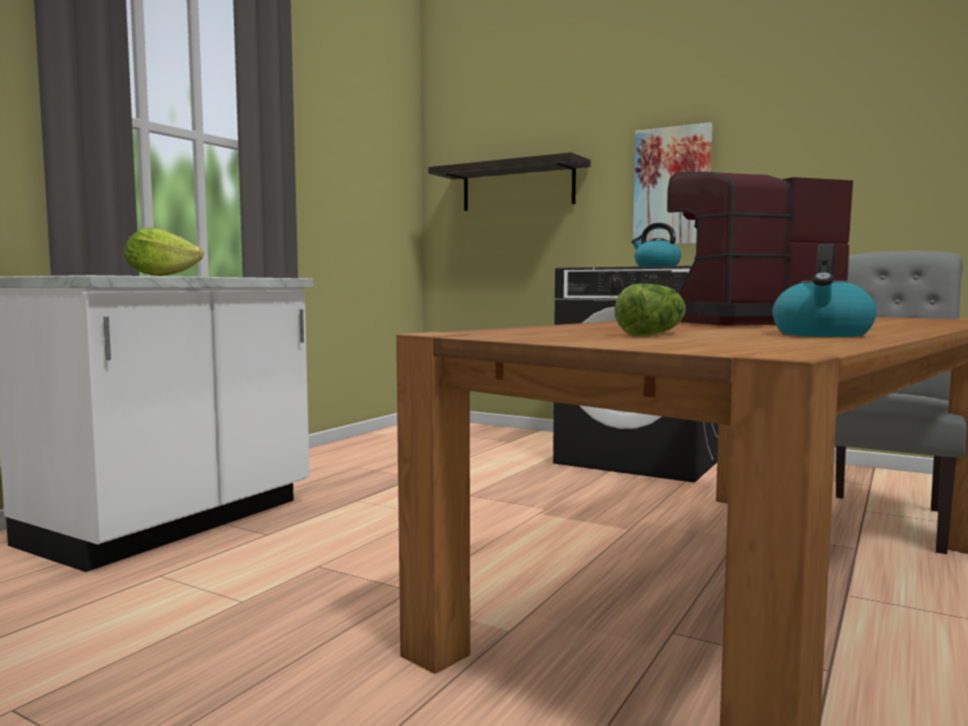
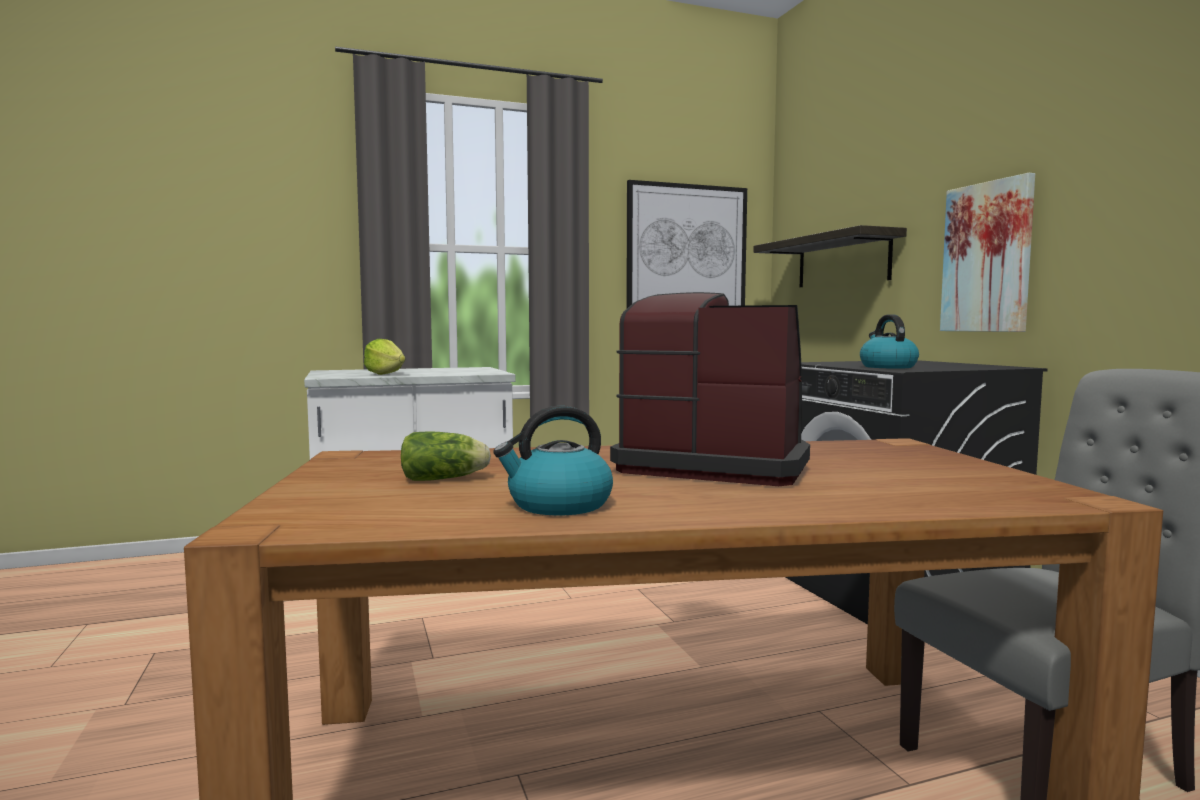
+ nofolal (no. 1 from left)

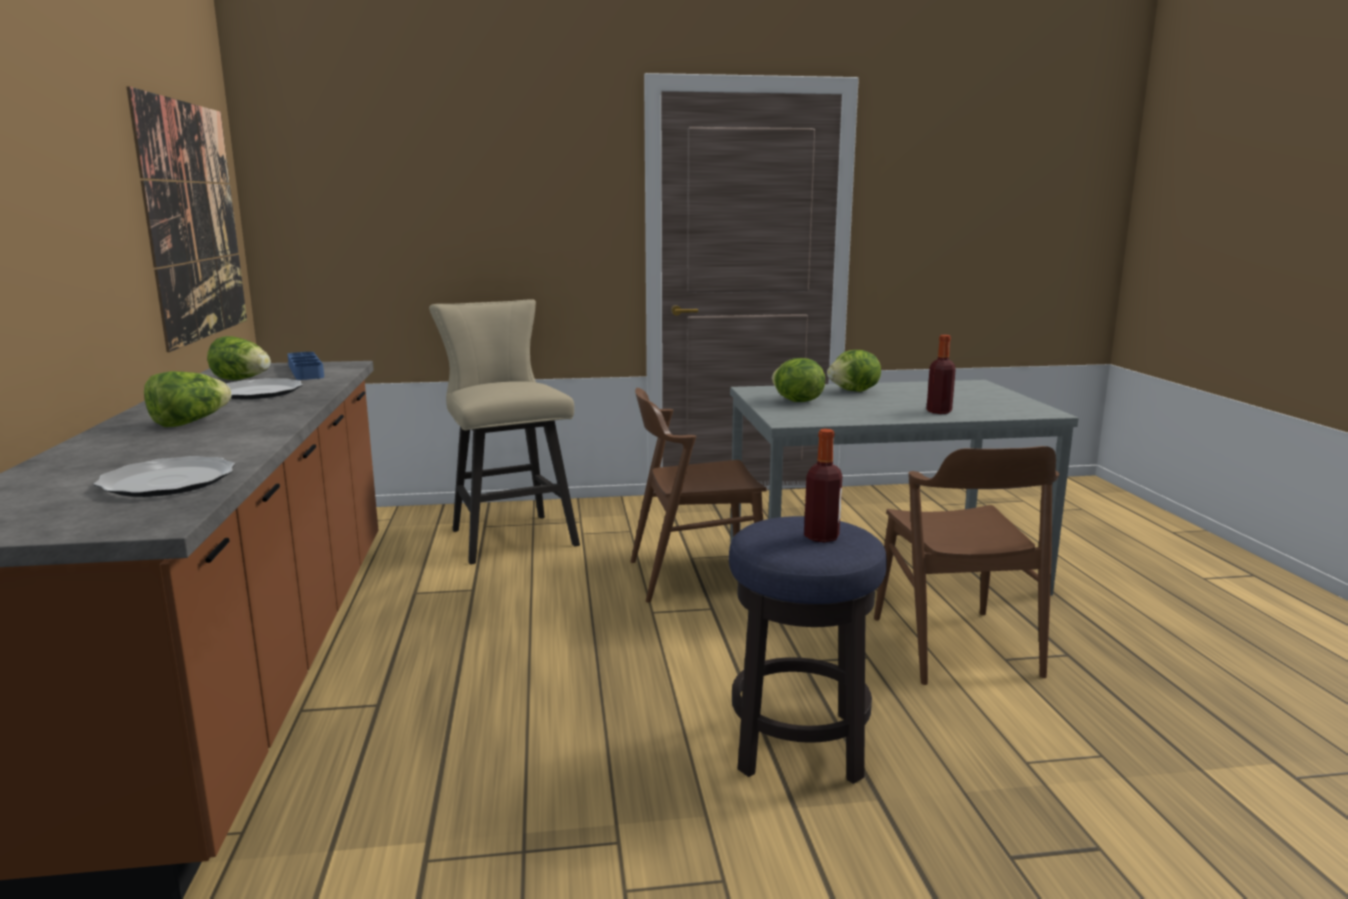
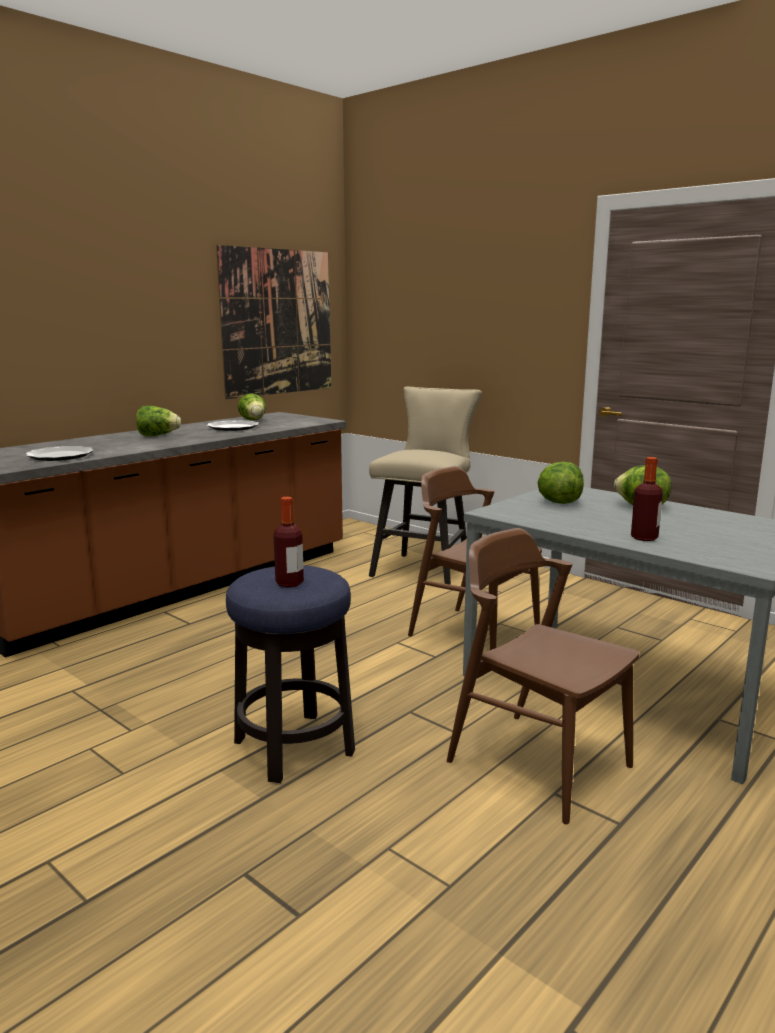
- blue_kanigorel
~ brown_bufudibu (no. 2 from left) 90 degrees clockwise

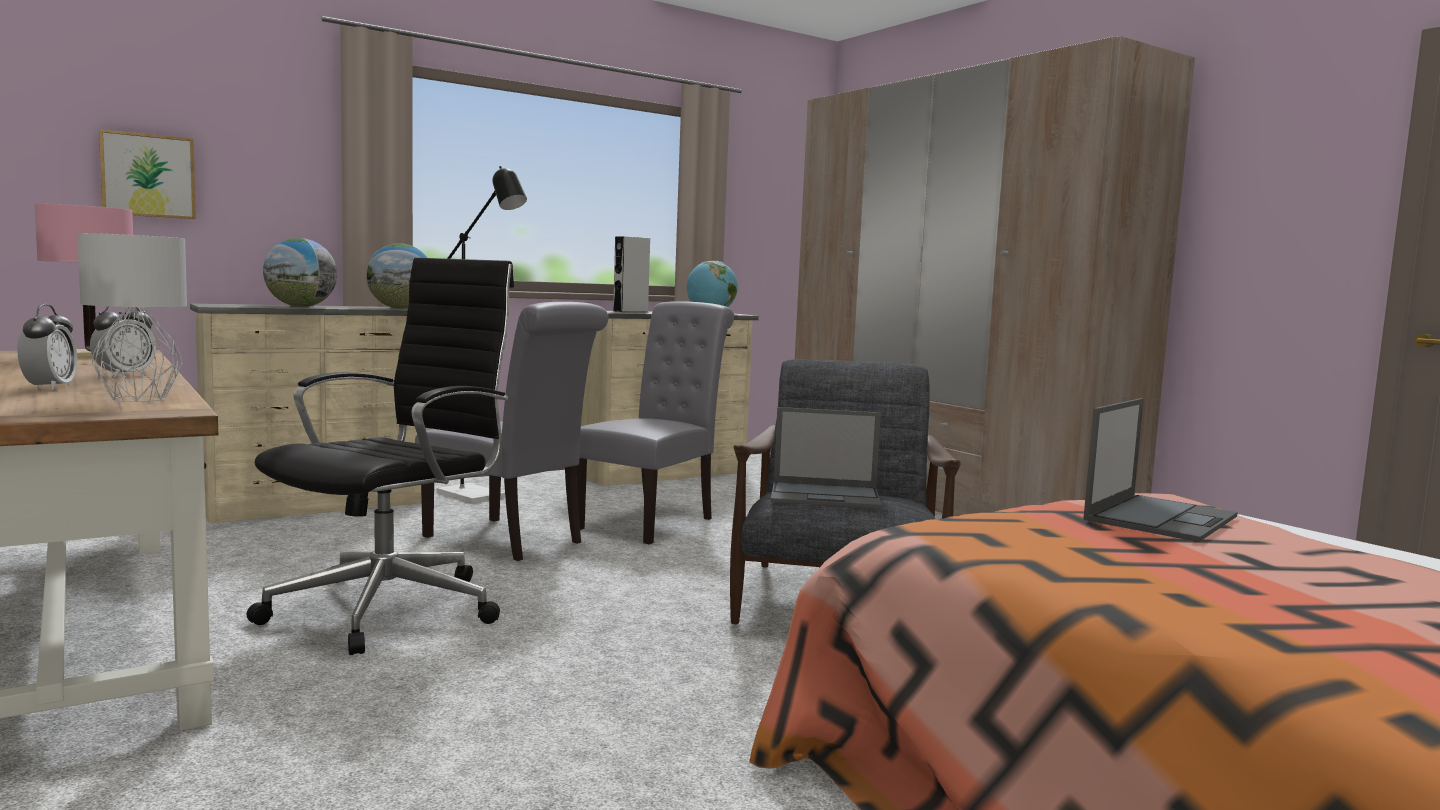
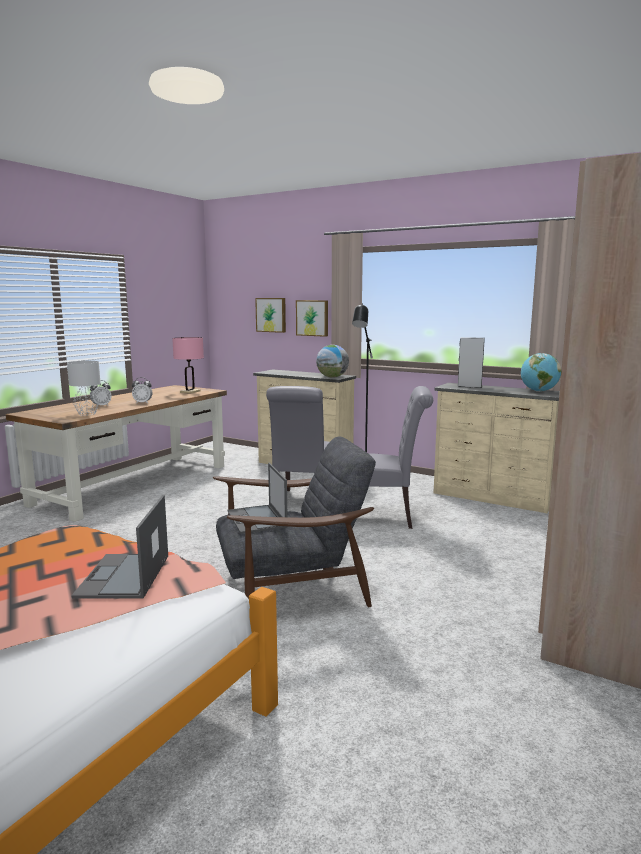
- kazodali (no. 1 from left)
- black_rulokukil
~ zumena (no. 2 from left in the first image) 75 degrees clockwise
+ nofolal (no. 2 from left)

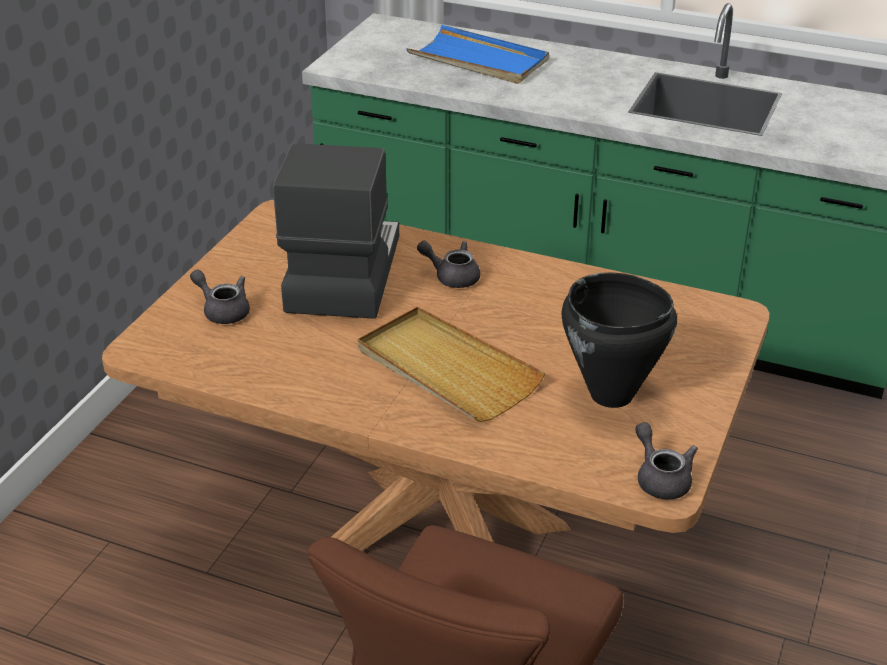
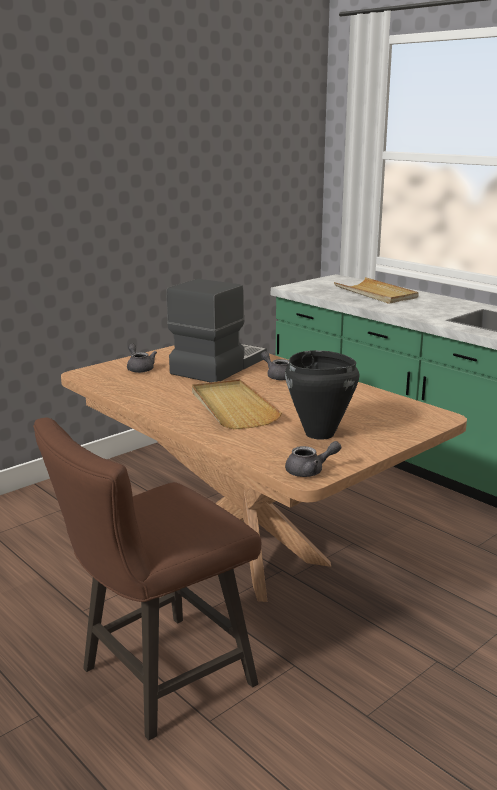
~ blue_kanigorel to beige_kanigorel (no. 2 from left)
~ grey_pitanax (no. 3 from left) 75 degrees clockwise

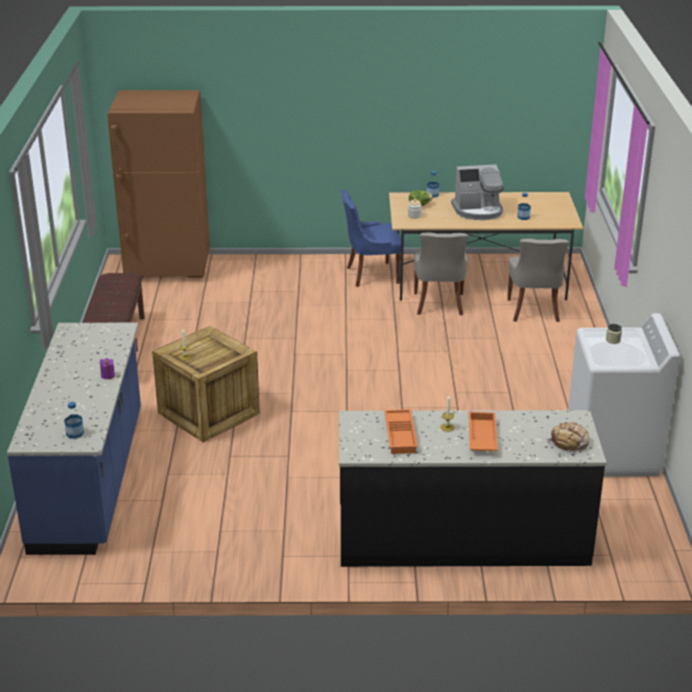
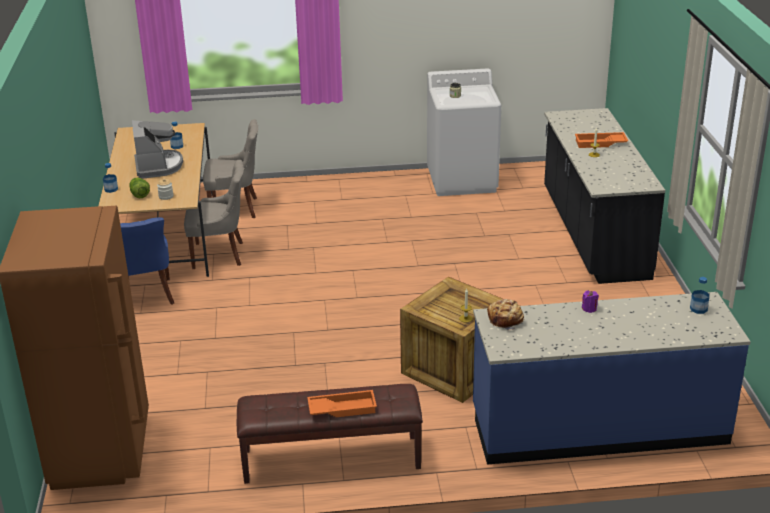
~ orange_kanigorel (no. 1 from left)
~ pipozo

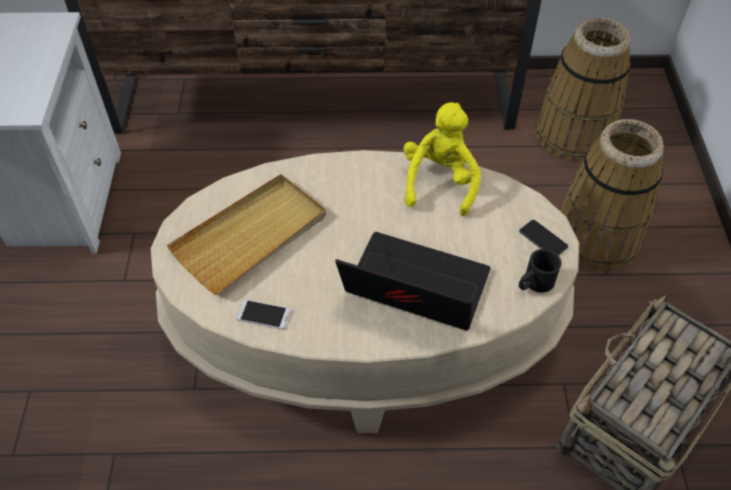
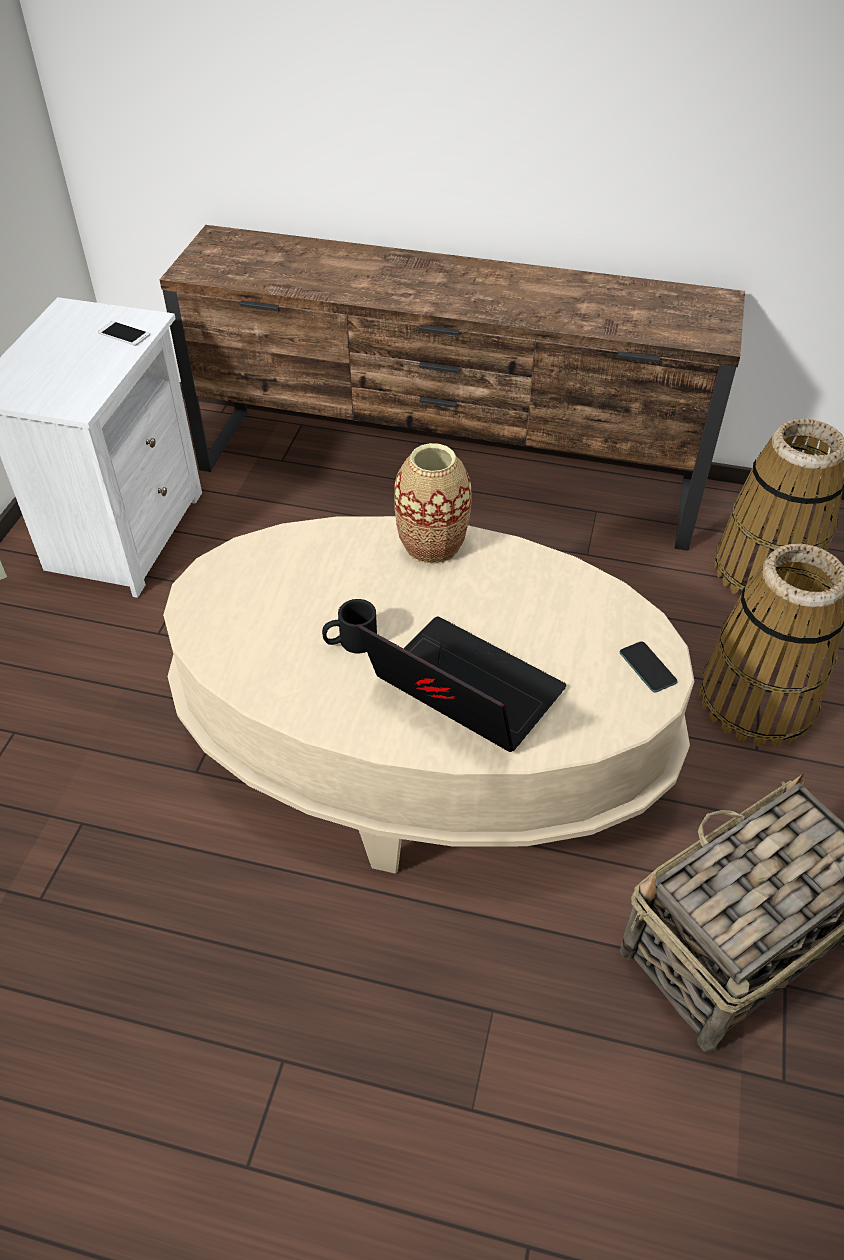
- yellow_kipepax
- beige_kanigorel
~ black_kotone
~ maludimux (no. 1 from left)
+ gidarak

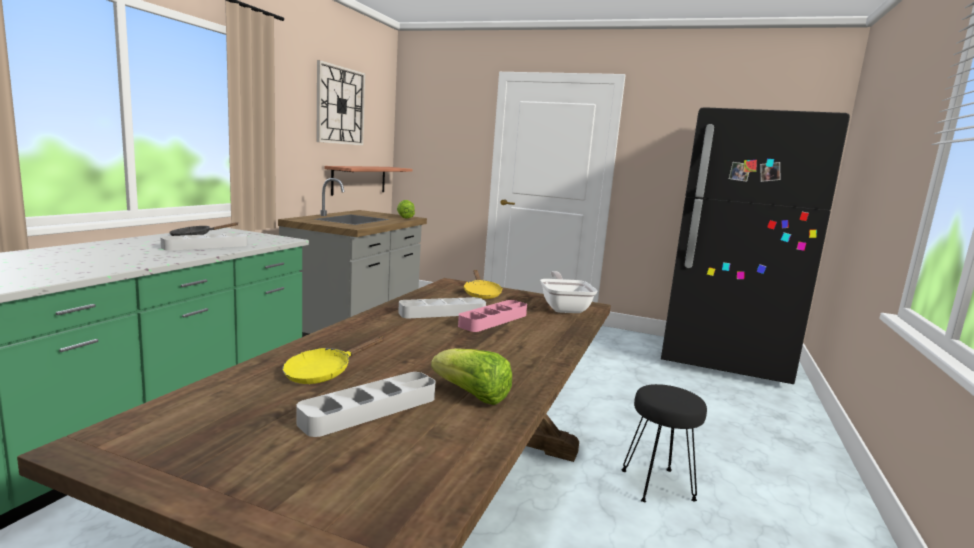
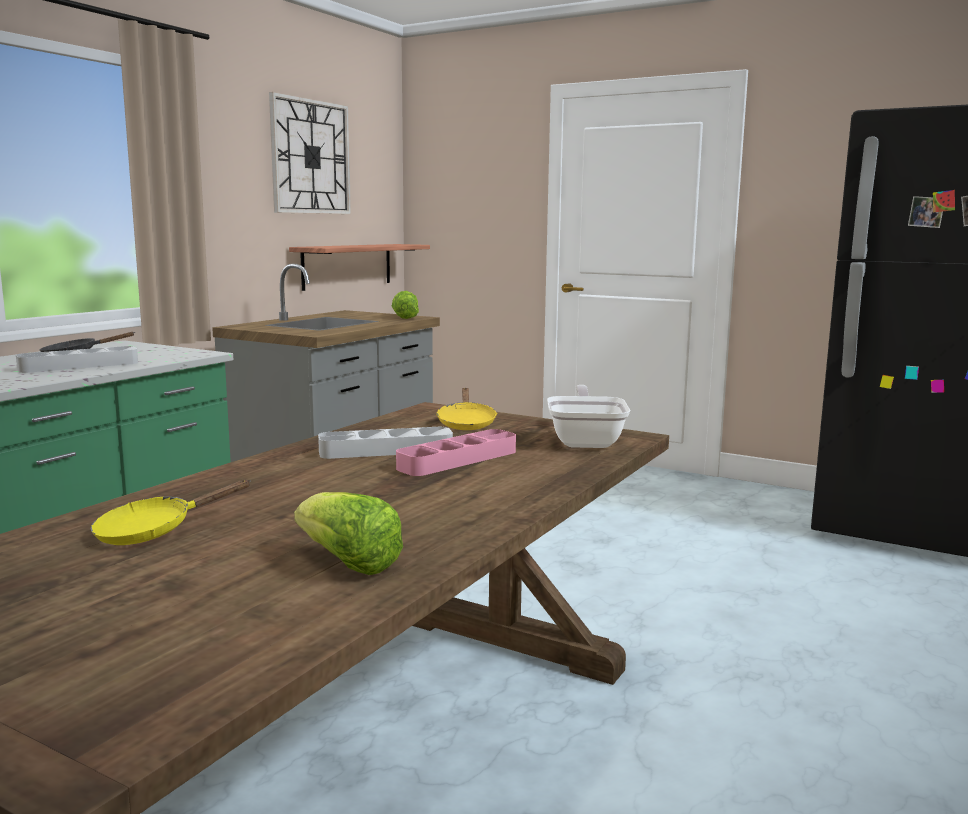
- grey_kanigorel (no. 2 from left)
- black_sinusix

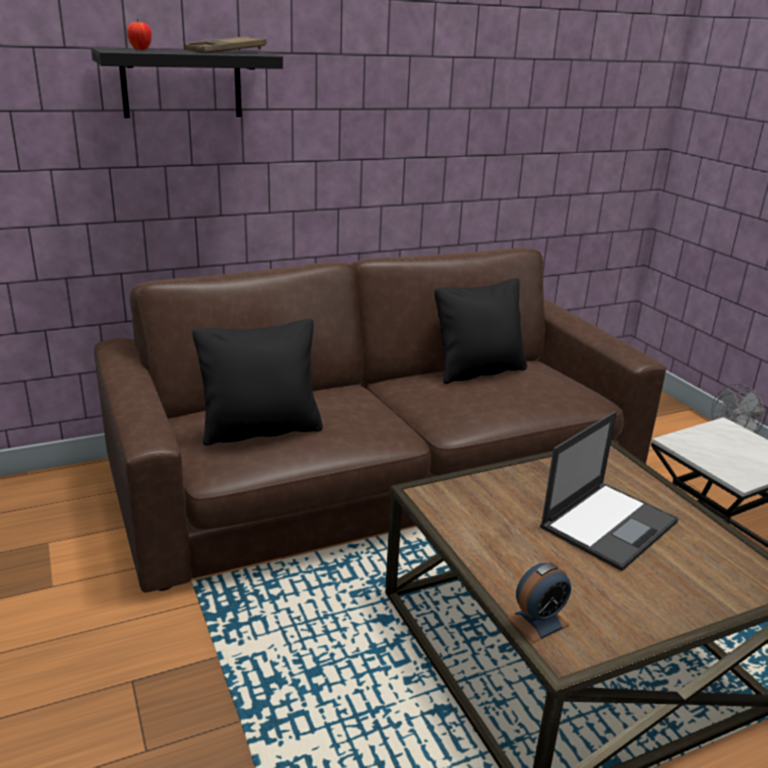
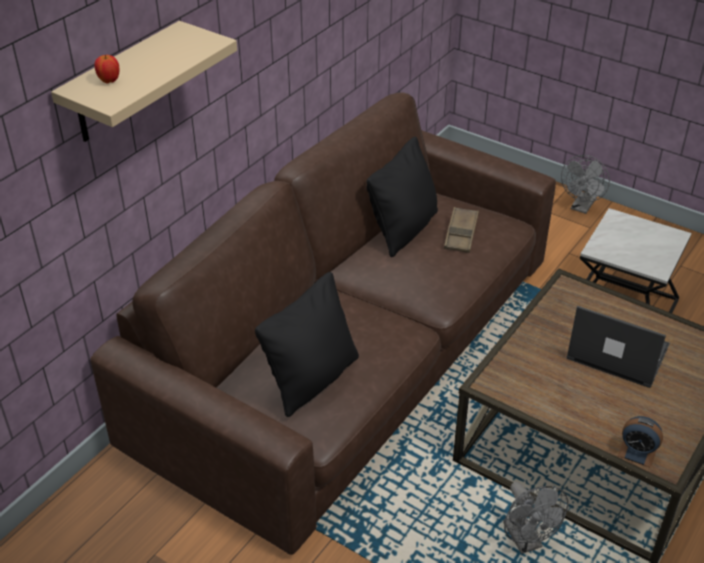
~ brown_kanigorel
~ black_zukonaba to beige_zukonaba
~ zumena 75 degrees counterclockwise
~ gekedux 90 degrees clockwise
+ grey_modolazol (no. 1 from left)

